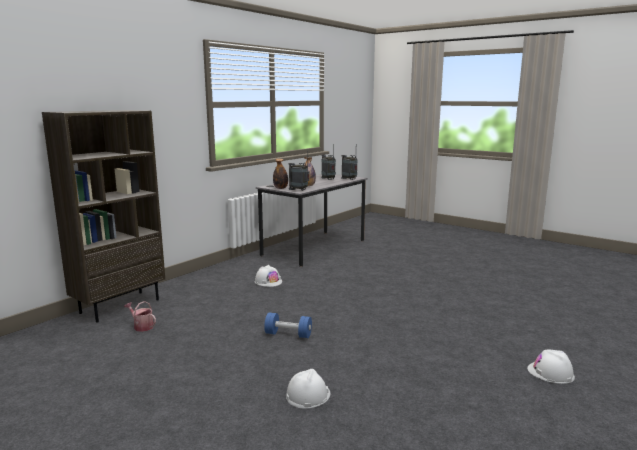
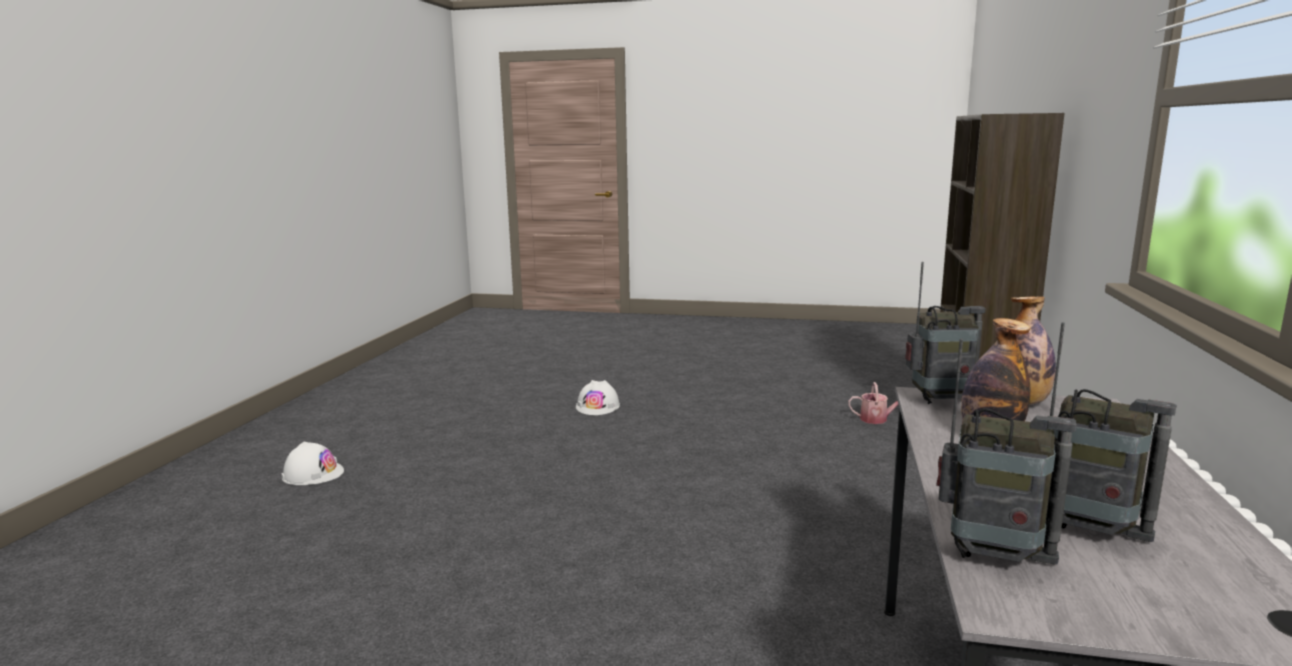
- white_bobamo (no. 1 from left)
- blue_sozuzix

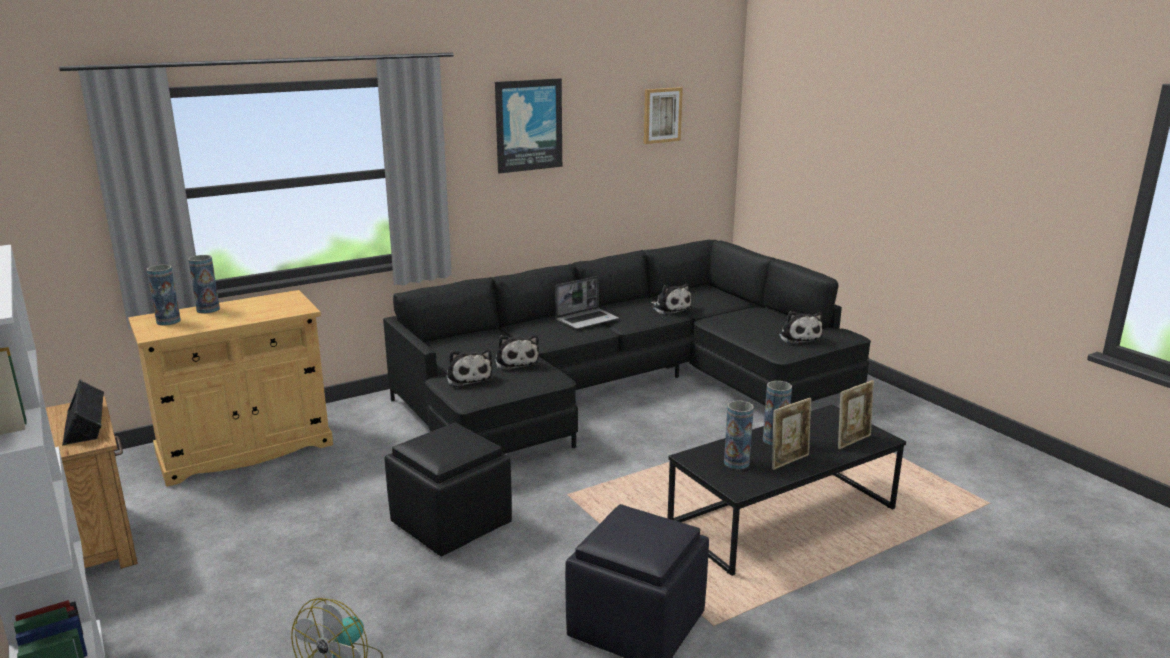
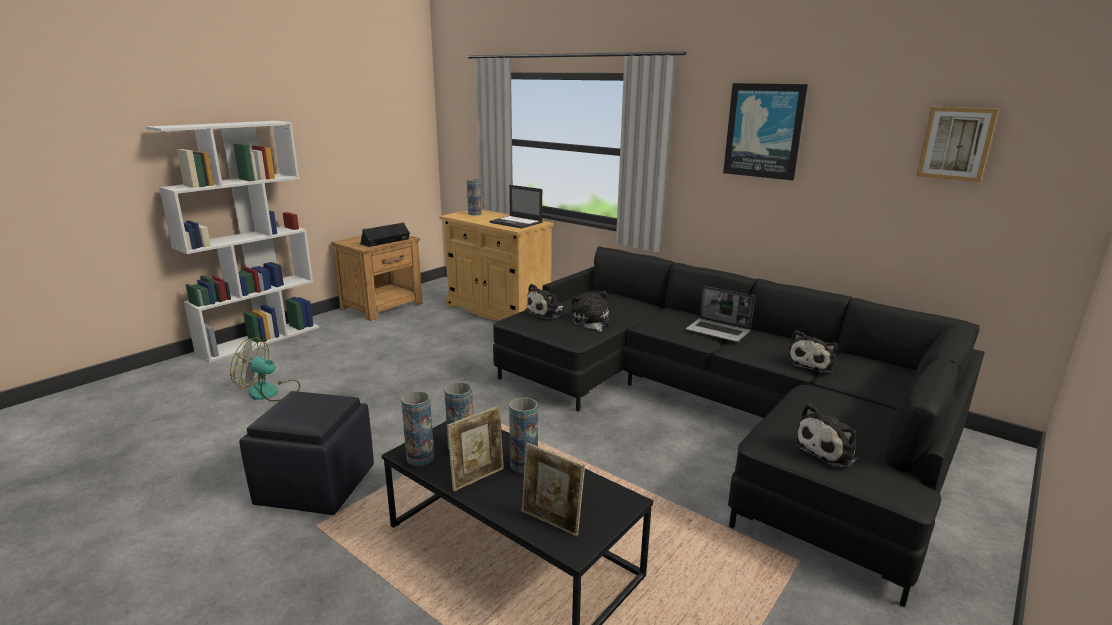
~ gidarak (no. 2 from left in the first image) to gidarak (no. 1 from left)
~ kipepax (no. 2 from left) 120 degrees clockwise
~ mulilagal (no. 1 from left) 75 degrees counterclockwise
- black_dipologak (no. 1 from left)
+ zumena (no. 1 from left)

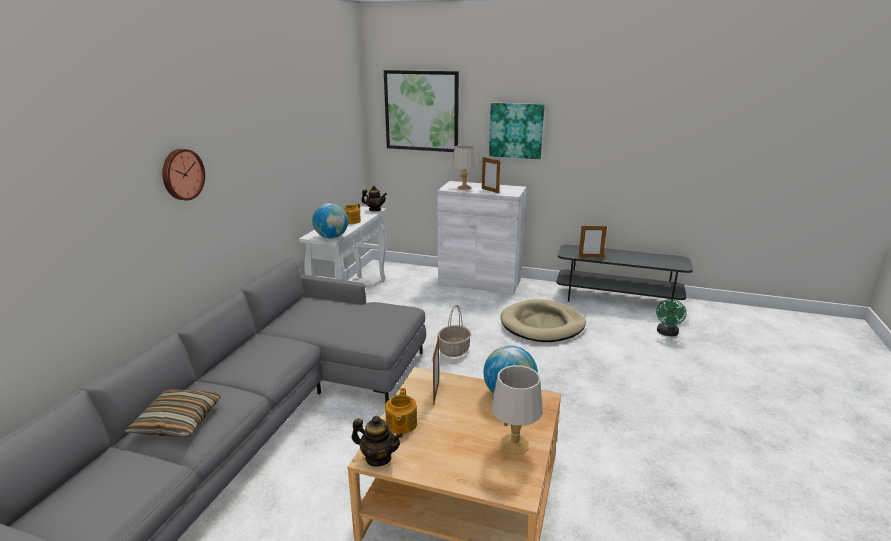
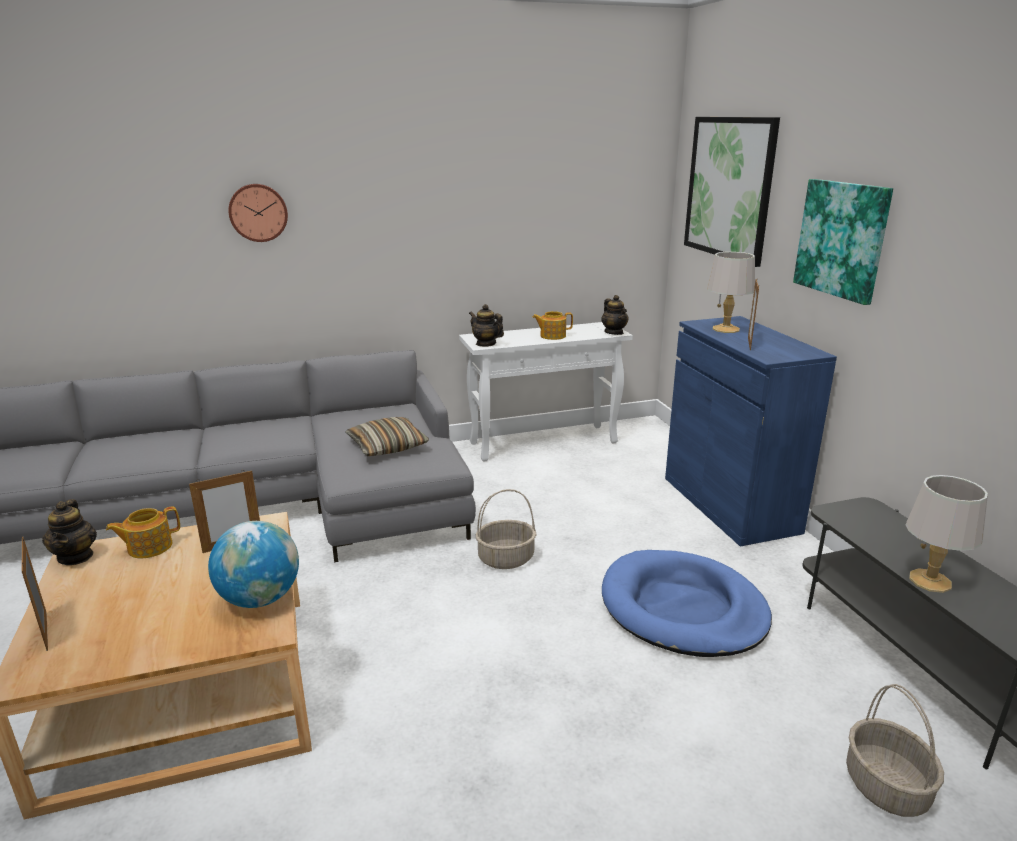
~ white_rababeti to blue_rababeti
~ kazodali (no. 1 from left) to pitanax (no. 3 from left)
~ mulilagal (no. 3 from left in the first image) to mulilagal (no. 1 from left)
~ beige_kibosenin to blue_kibosenin
~ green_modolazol to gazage (no. 2 from left)
~ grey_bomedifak (no. 2 from left)
~ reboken

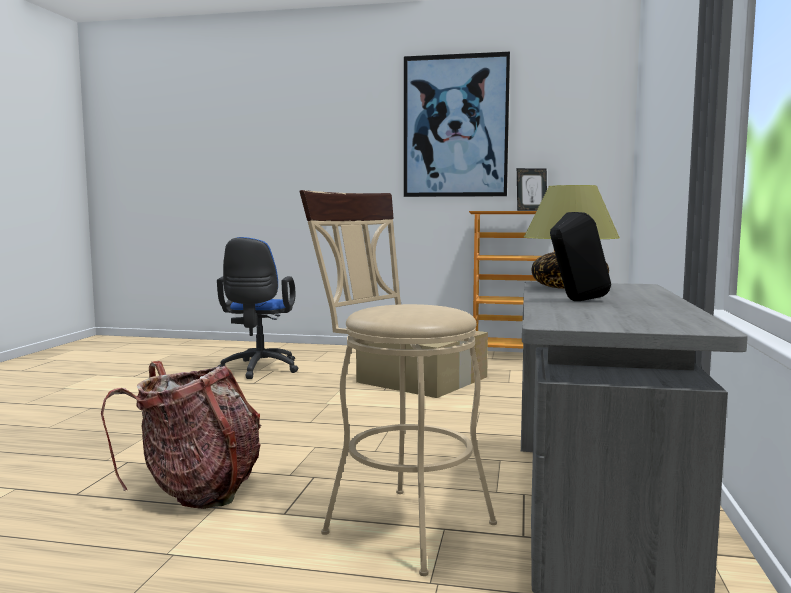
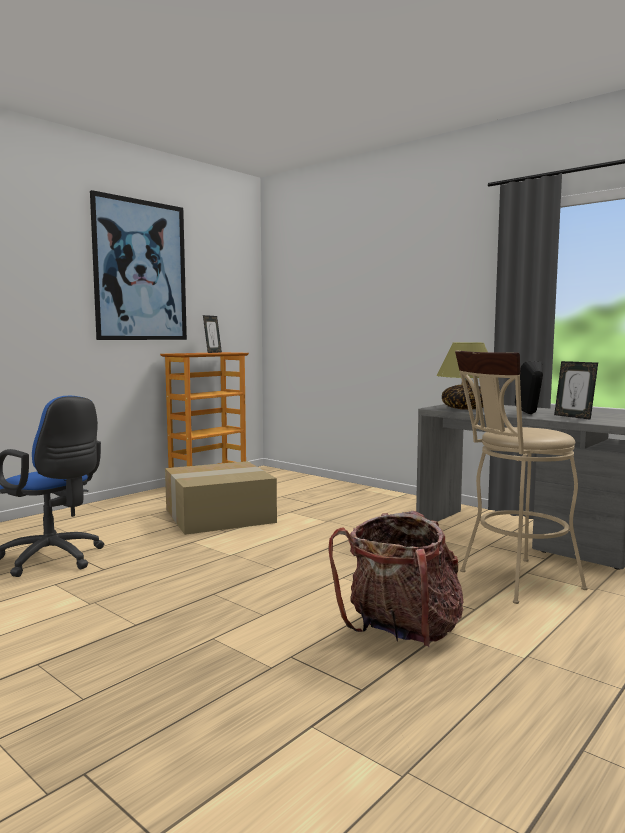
+ mulilagal (no. 2 from left)

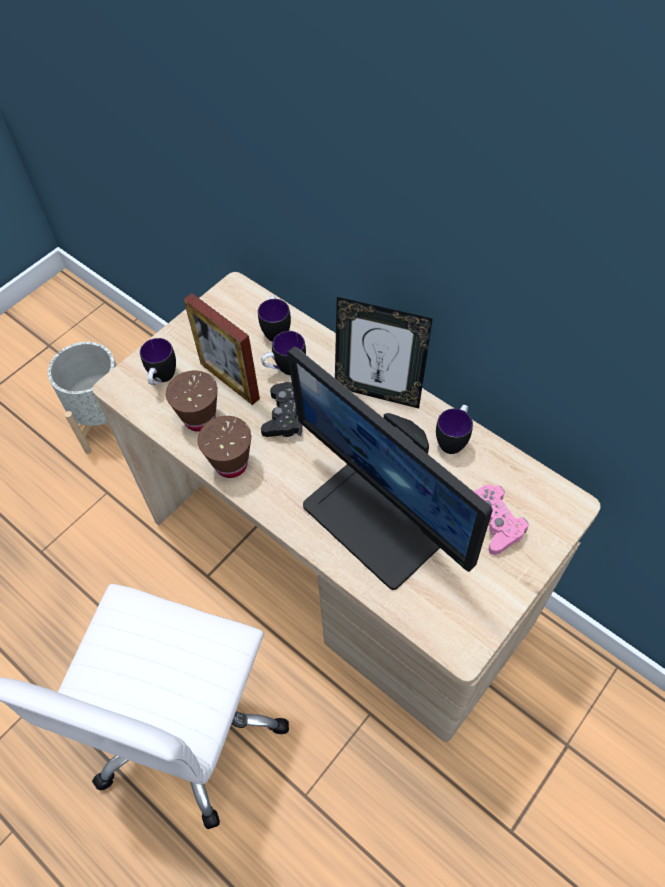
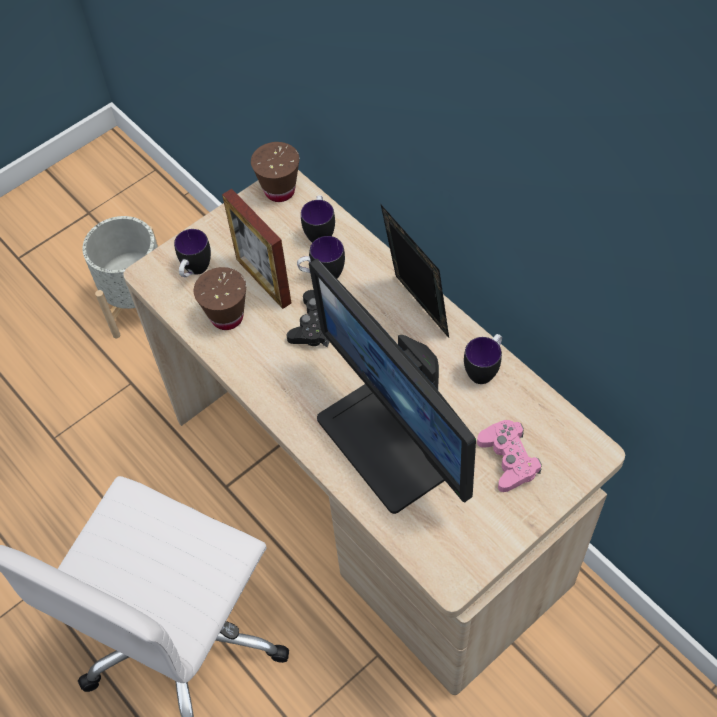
~ mulilagal (no. 2 from left) 150 degrees counterclockwise
~ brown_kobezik (no. 2 from left)

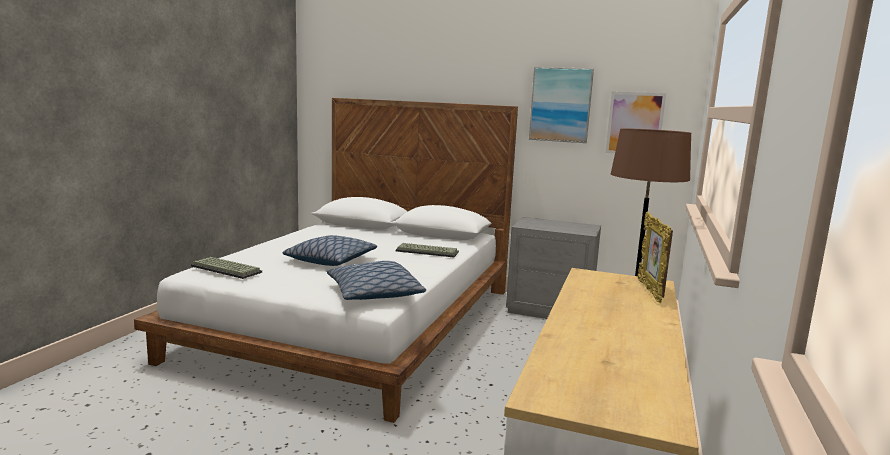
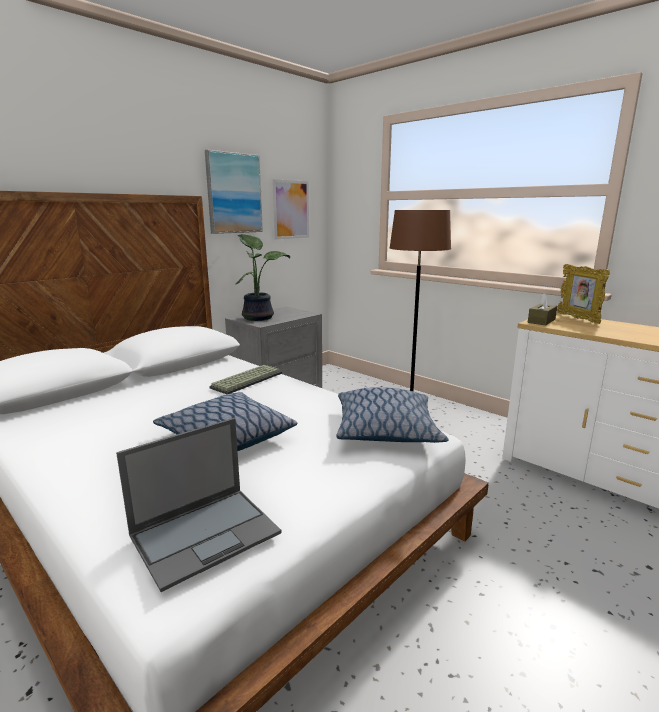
~ mulilagal 45 degrees clockwise
~ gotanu (no. 1 from left) to zumena
+ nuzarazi
+ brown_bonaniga

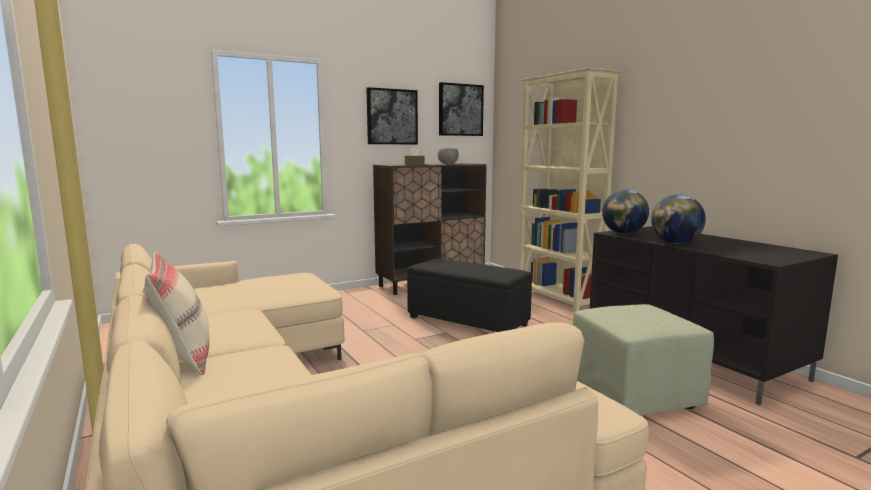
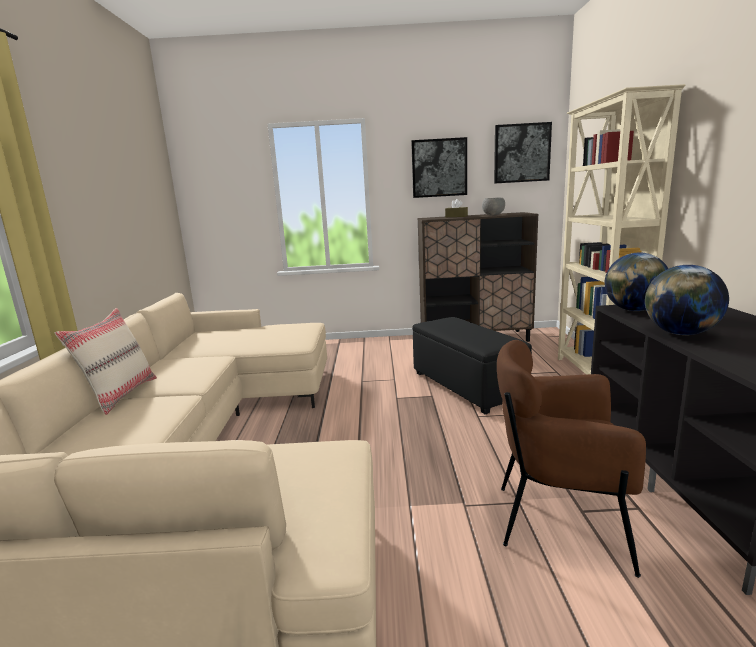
~ green_dipologak to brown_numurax

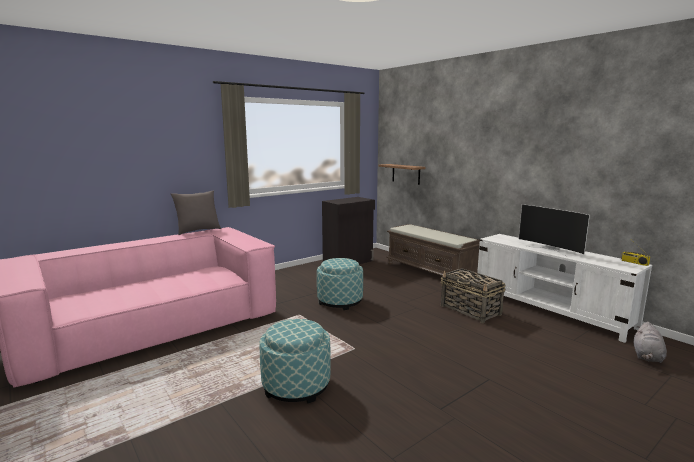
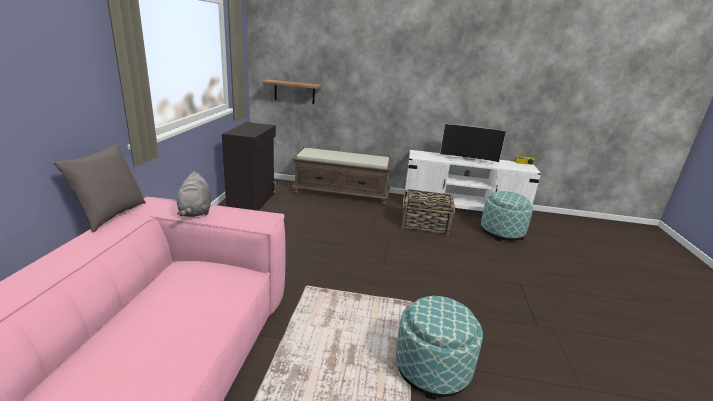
~ dipologak (no. 2 from left)
~ grey_kipepax

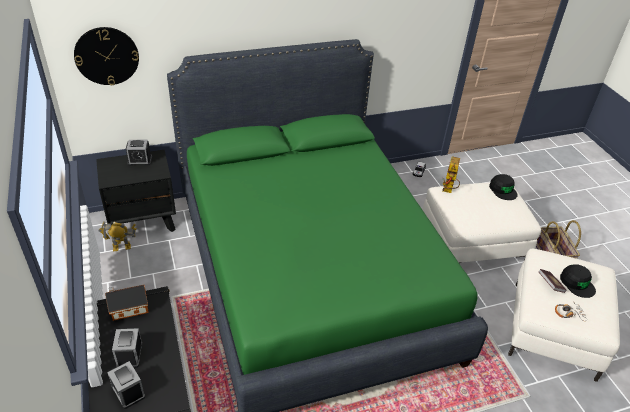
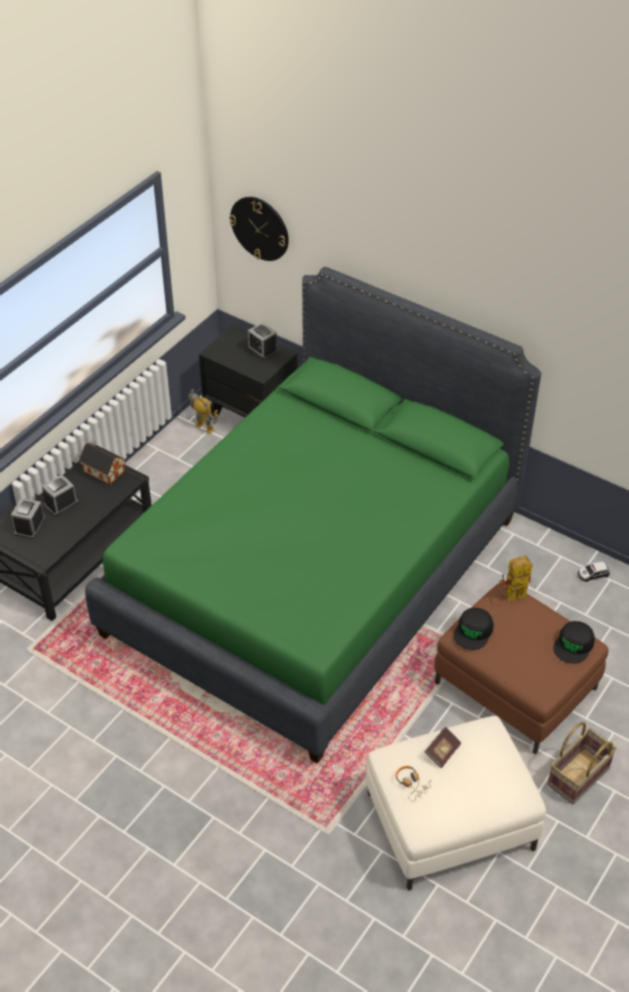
~ white_dipologak (no. 1 from left) to brown_dipologak
~ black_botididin (no. 2 from left in the first image) to black_botididin (no. 1 from left)

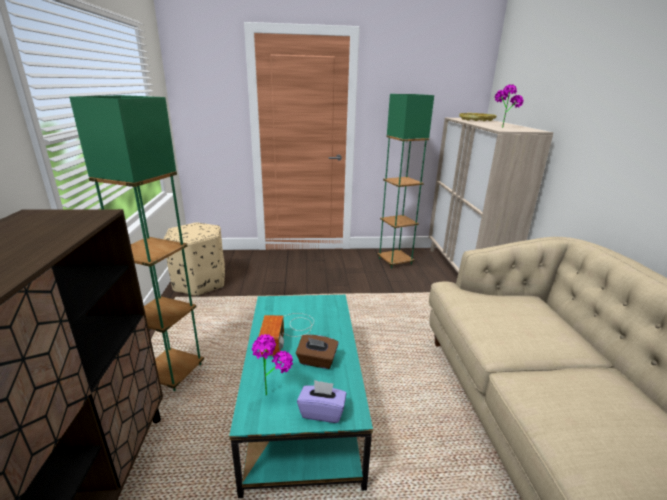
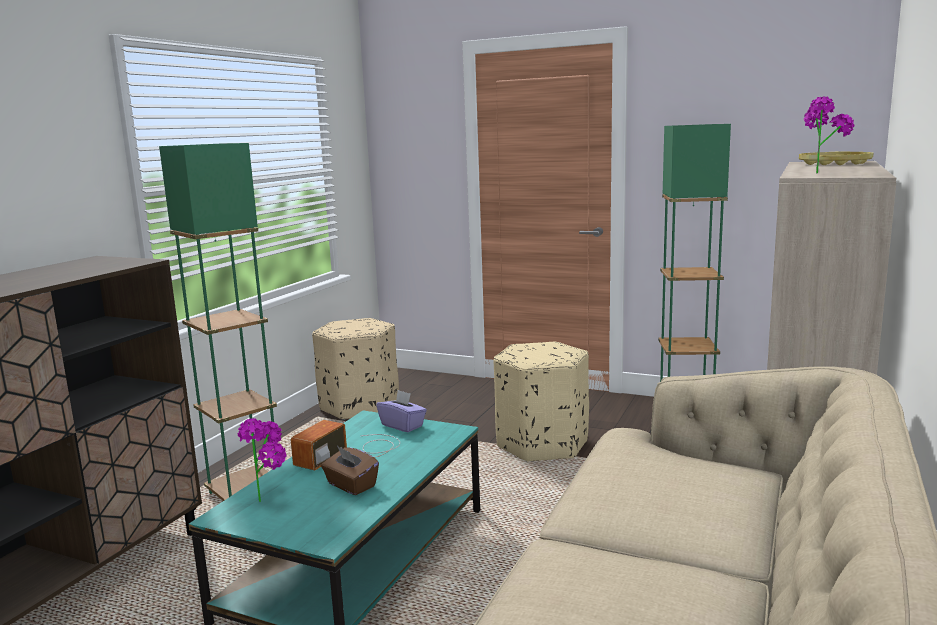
~ purple_bonaniga
+ beige_dipologak (no. 2 from left)

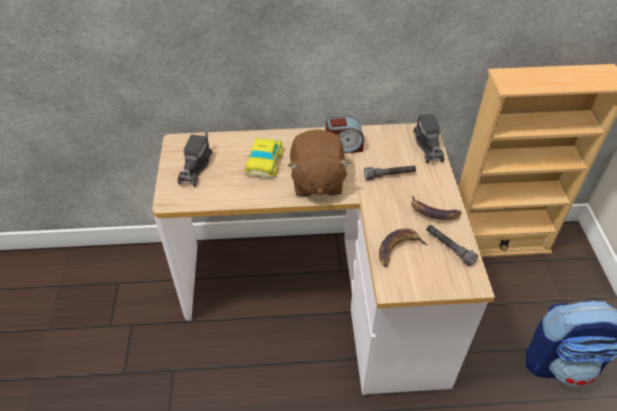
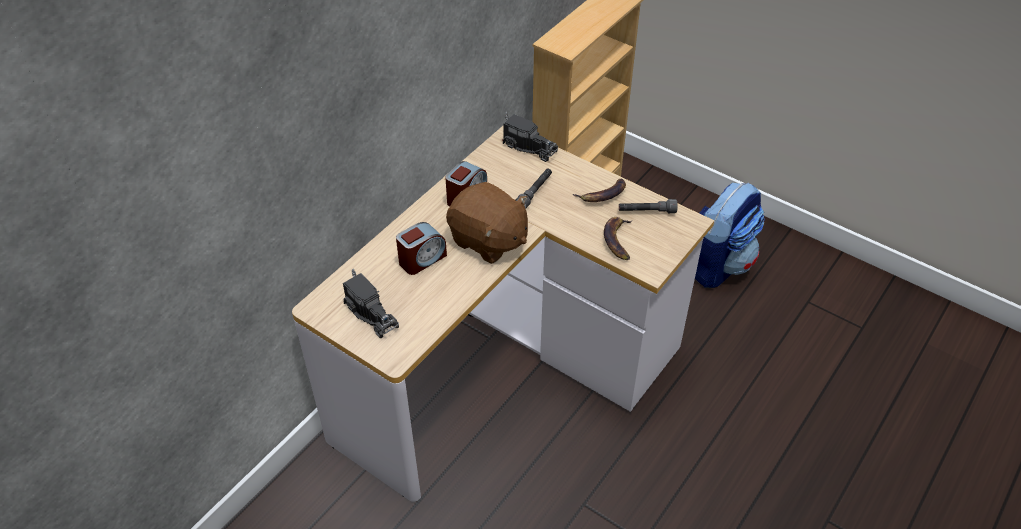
~ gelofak to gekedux (no. 1 from left)

